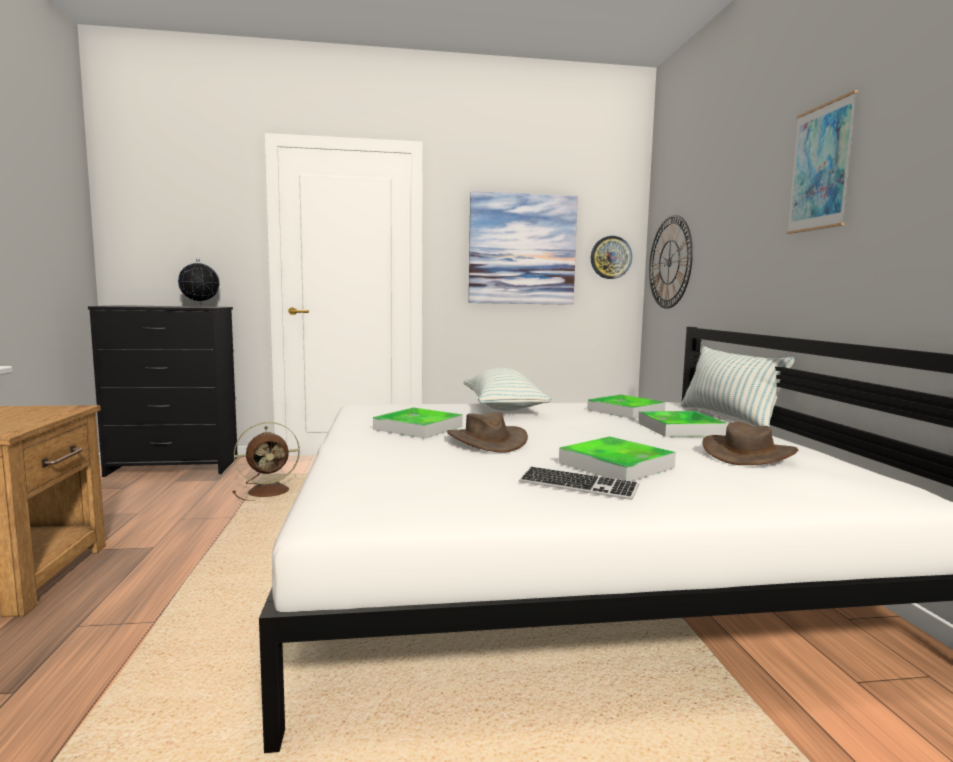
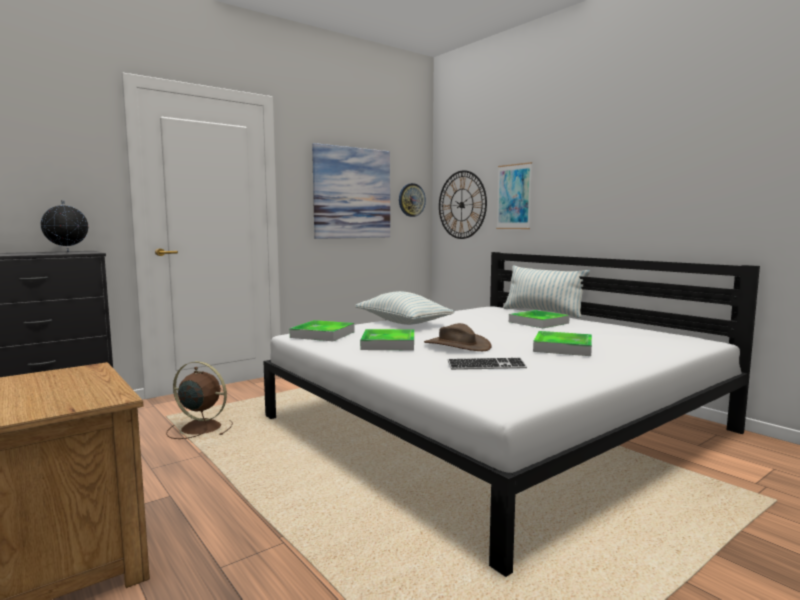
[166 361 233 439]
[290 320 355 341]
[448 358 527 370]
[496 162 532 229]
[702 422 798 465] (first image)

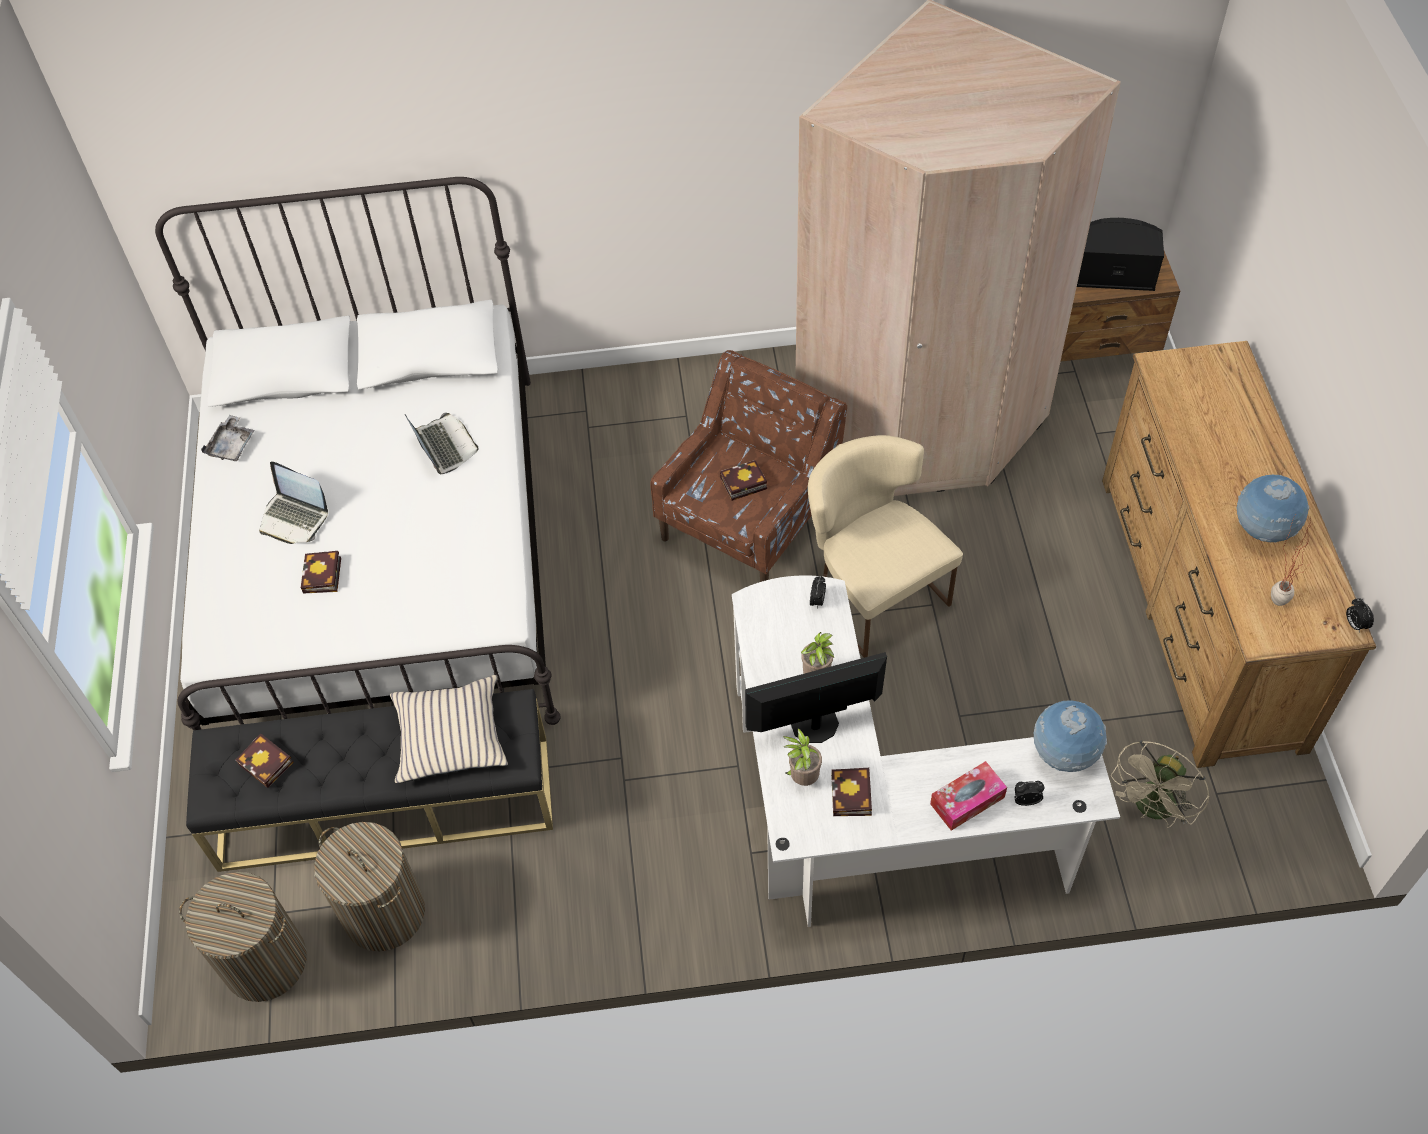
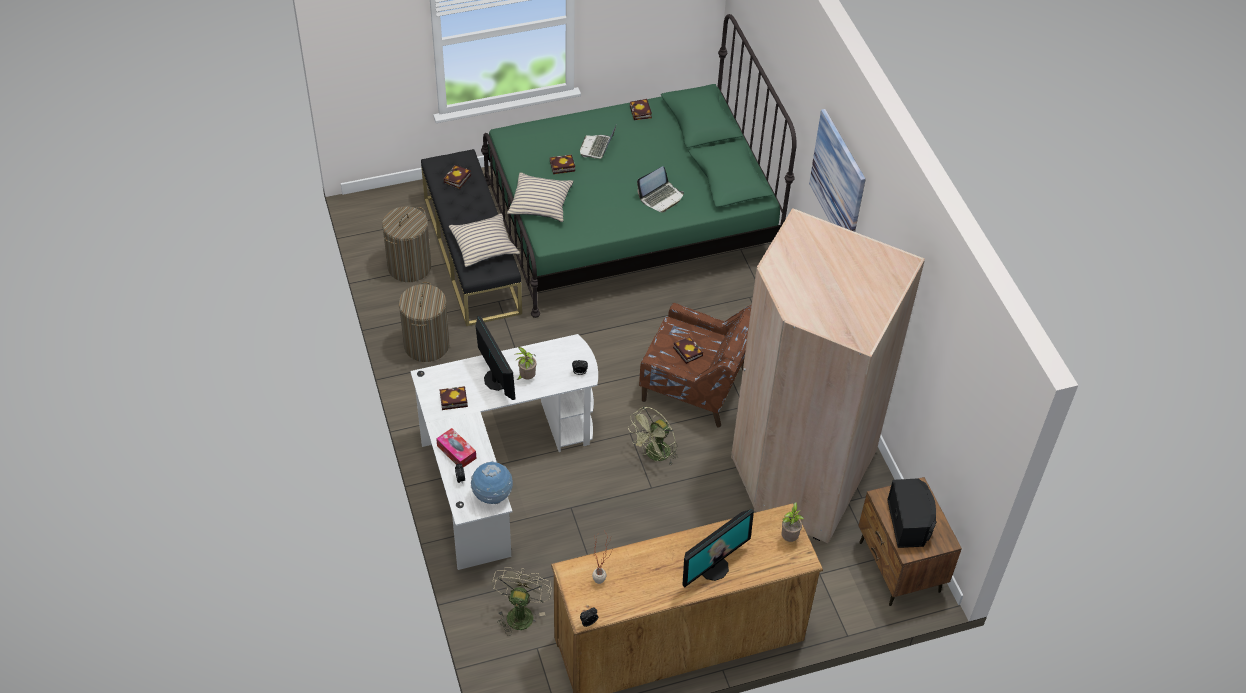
[399 282 449 362]
[481 14 797 318]
[492 567 552 636]
[507 172 573 222]
[628 406 678 464]
[630 99 652 120]
[682 509 754 588]
[781 502 804 542]
[809 109 866 232]
[1237 475 1309 543] (first image)

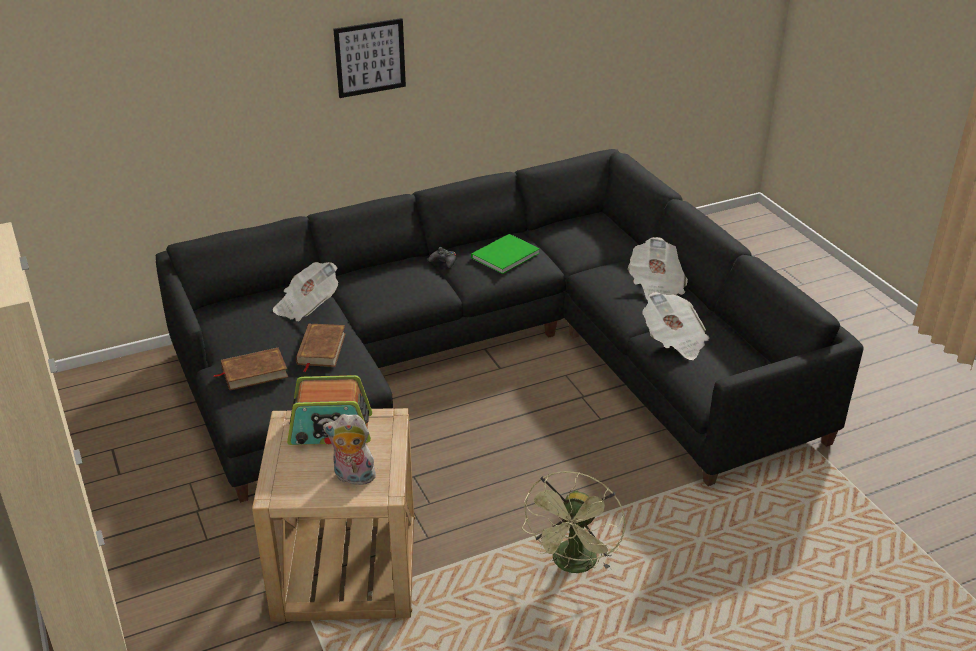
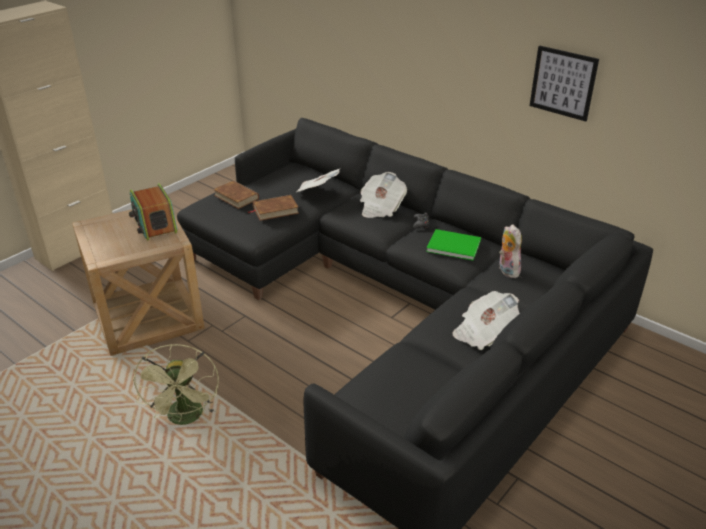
[133 344 219 425]
[360 172 407 218]
[499 224 522 278]
[530 45 599 121]

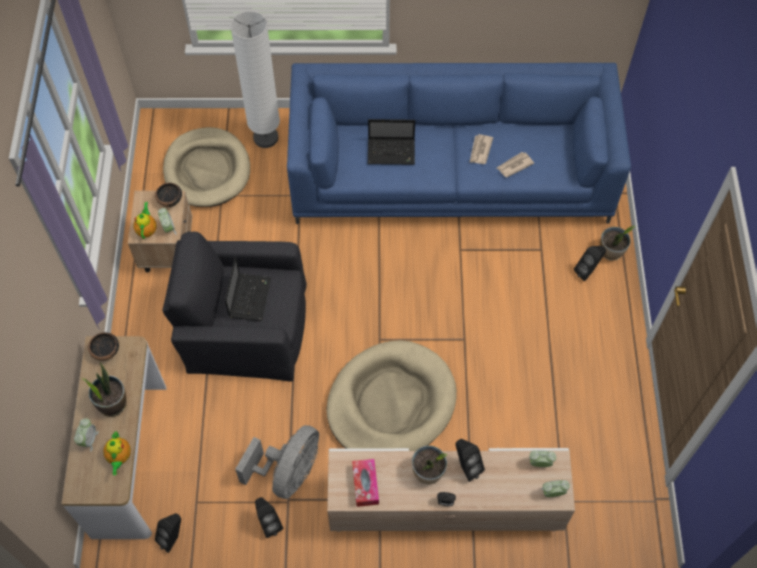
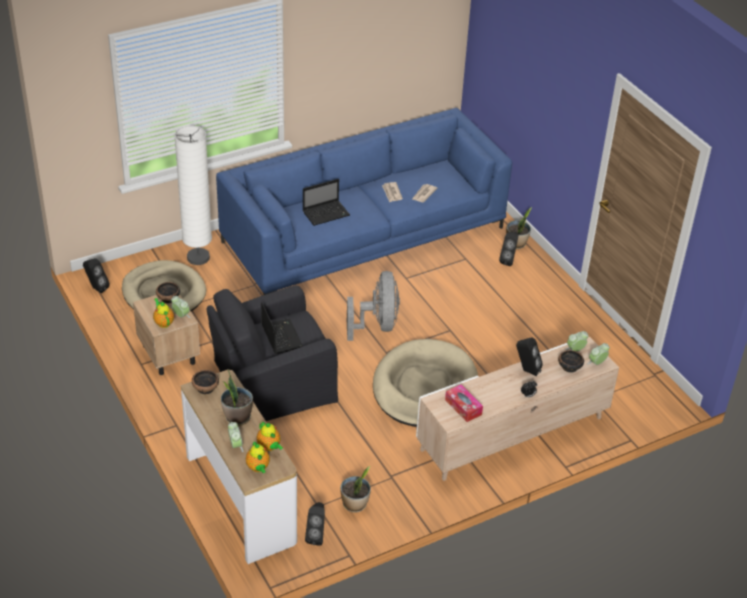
[83 258 110 293]
[246 441 270 473]
[340 466 371 513]
[347 271 400 341]
[558 350 584 373]

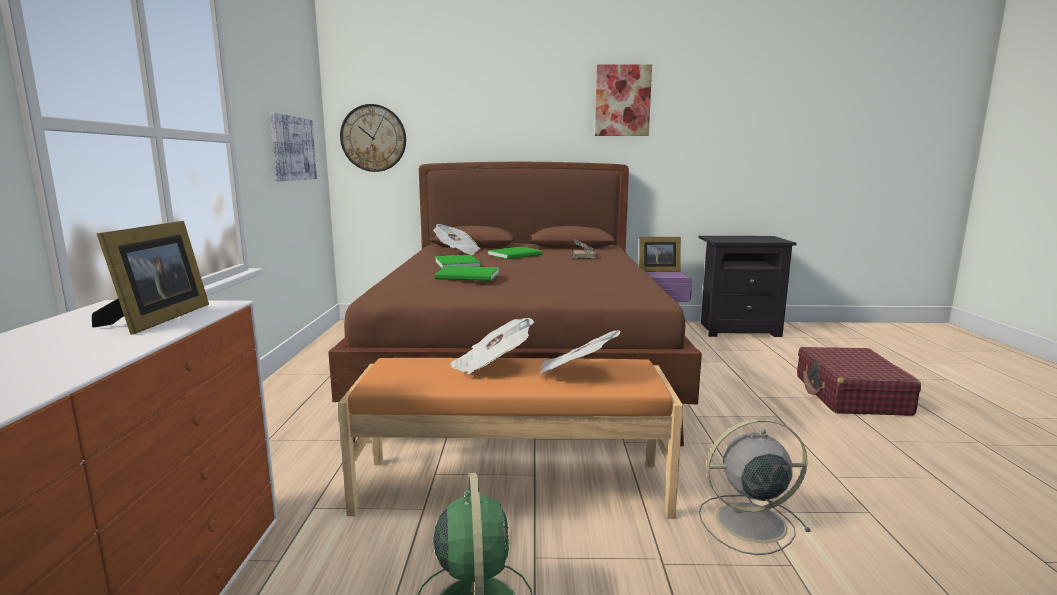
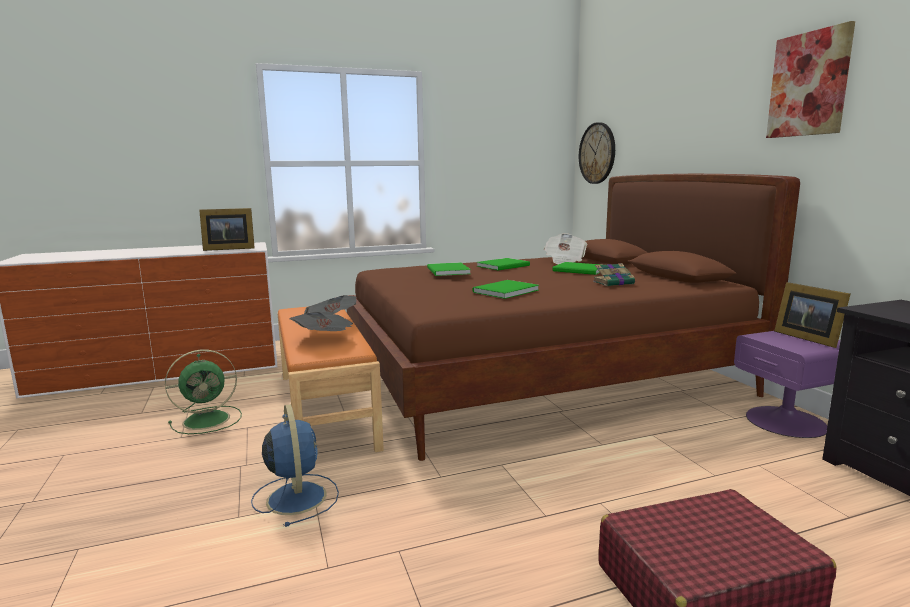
[251 404 339 527]
[472 280 539 299]
[270 113 317 181] (first image)

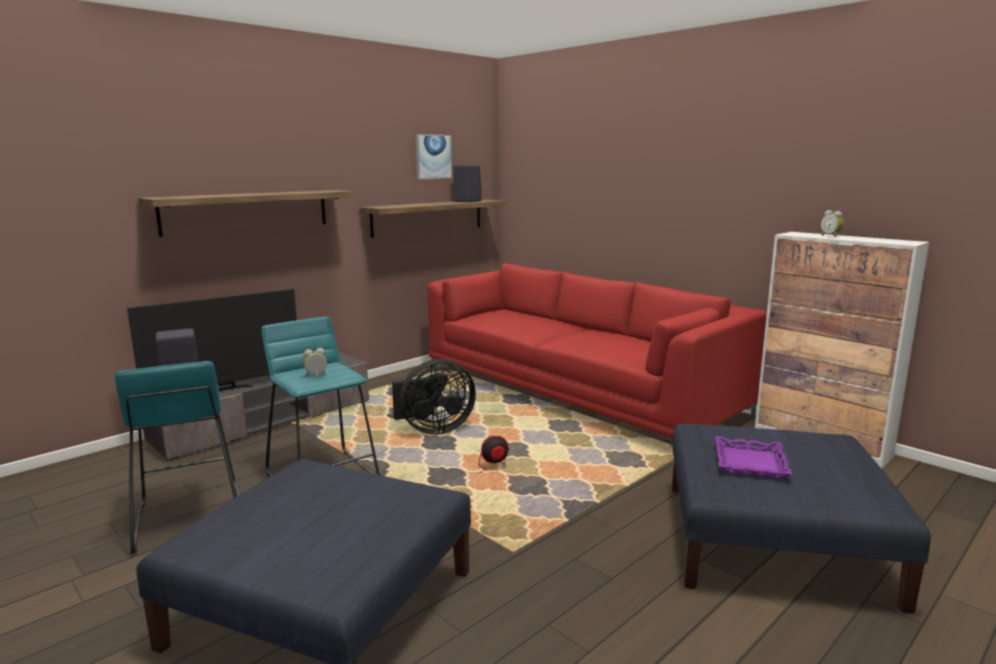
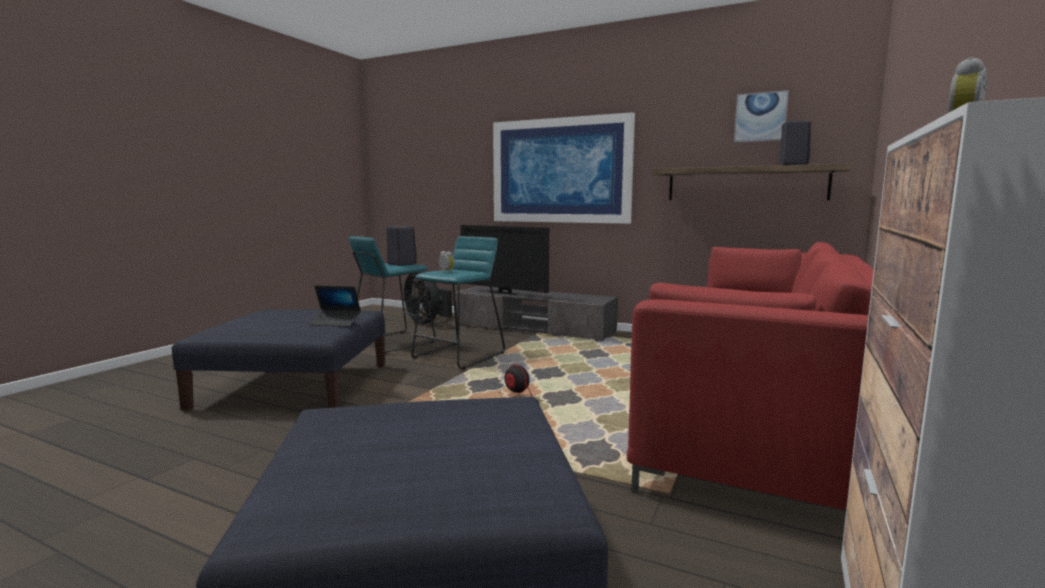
[308 286 361 327]
[404 271 452 324]
[493 112 635 224]
[715 436 792 478] (first image)

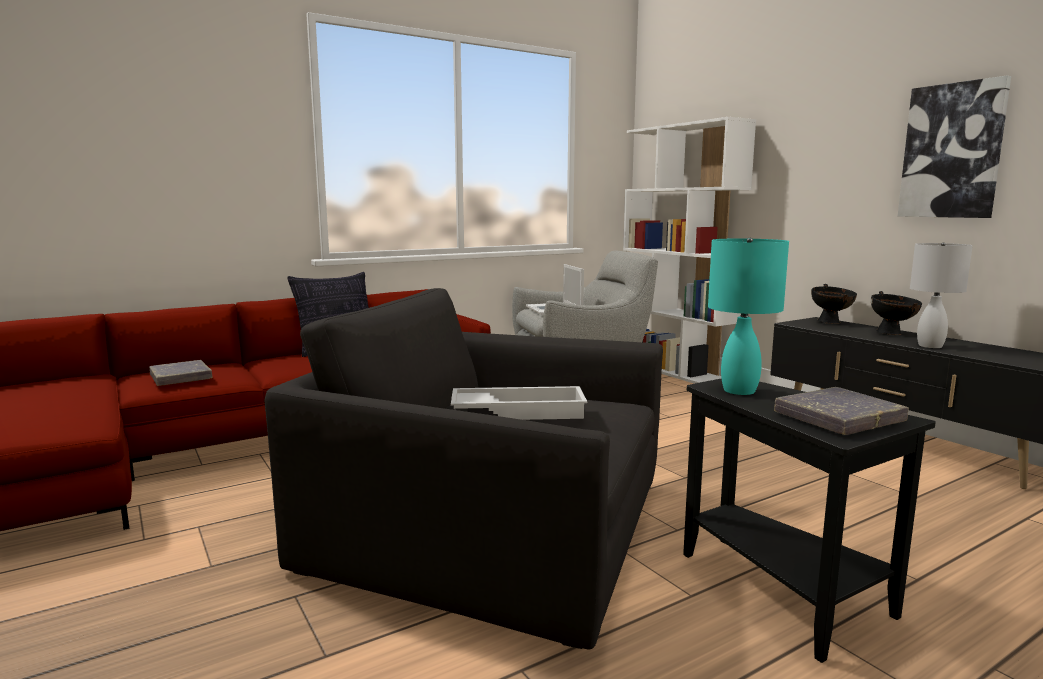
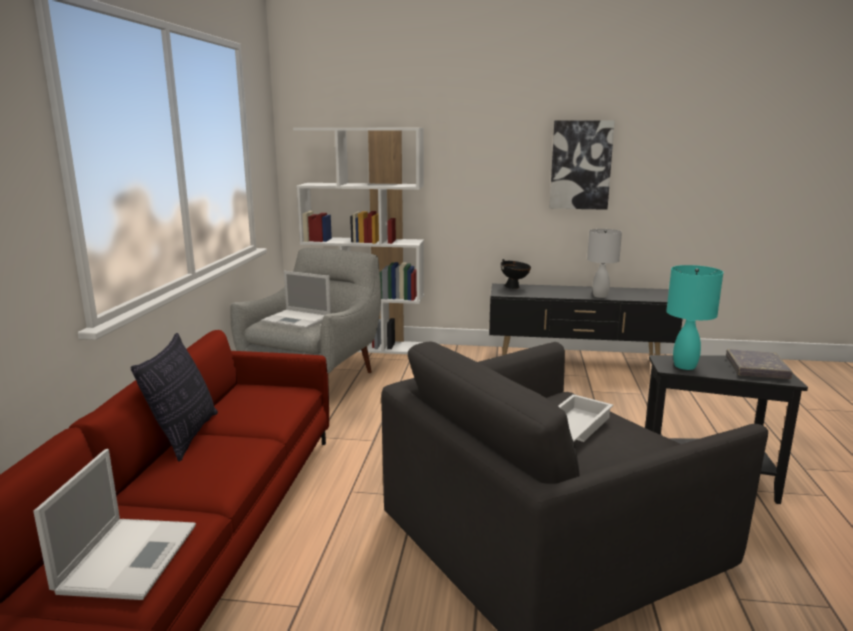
[33 449 196 600]
[871 291 922 335] (first image)

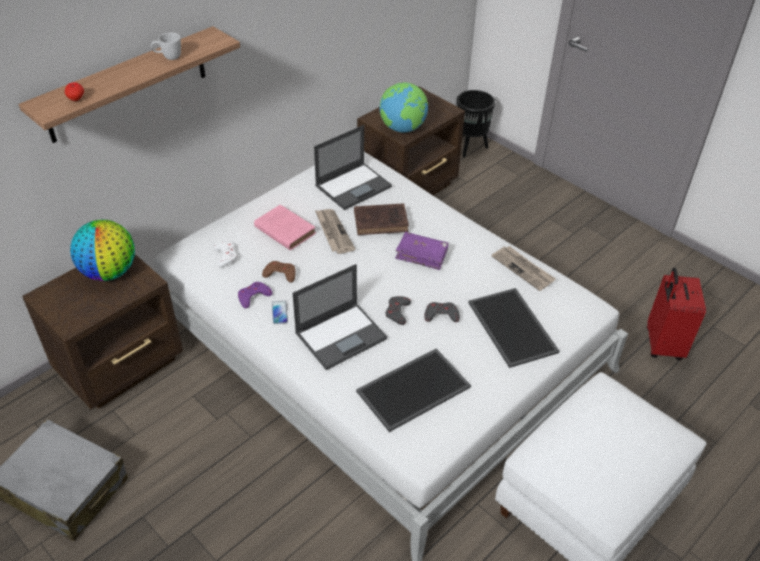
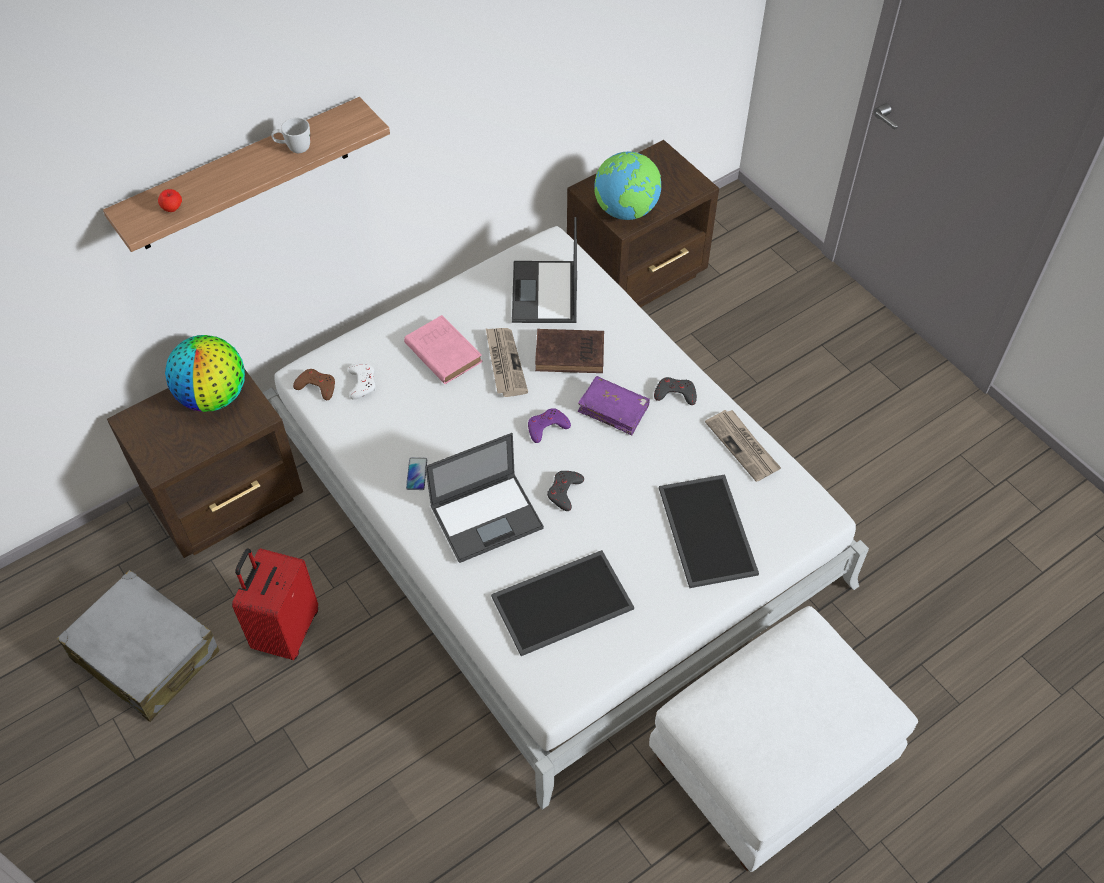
[232 548 318 660]
[293 369 335 400]
[512 217 577 323]
[528 408 571 443]
[654 377 697 405]
[456 90 495 157] (first image)

